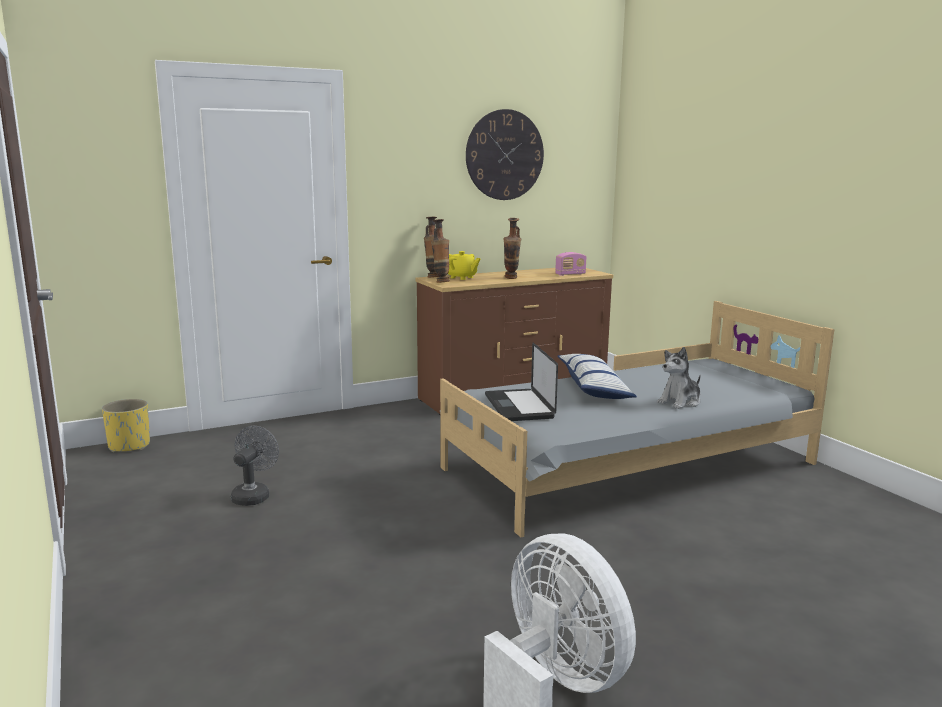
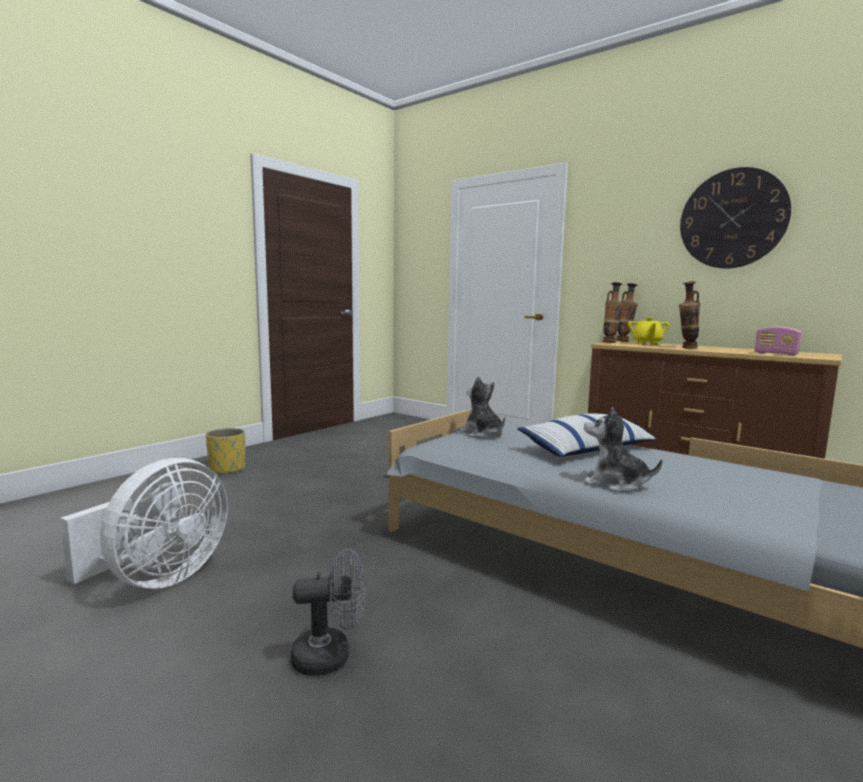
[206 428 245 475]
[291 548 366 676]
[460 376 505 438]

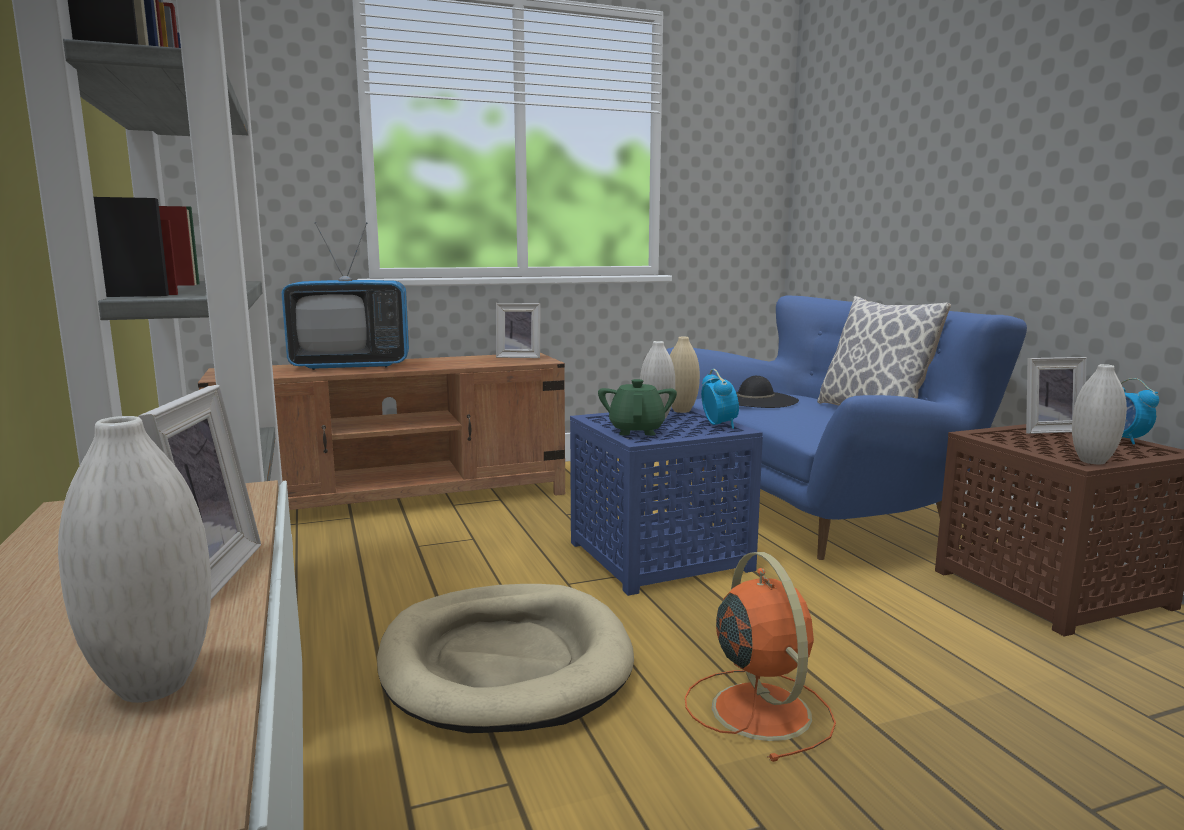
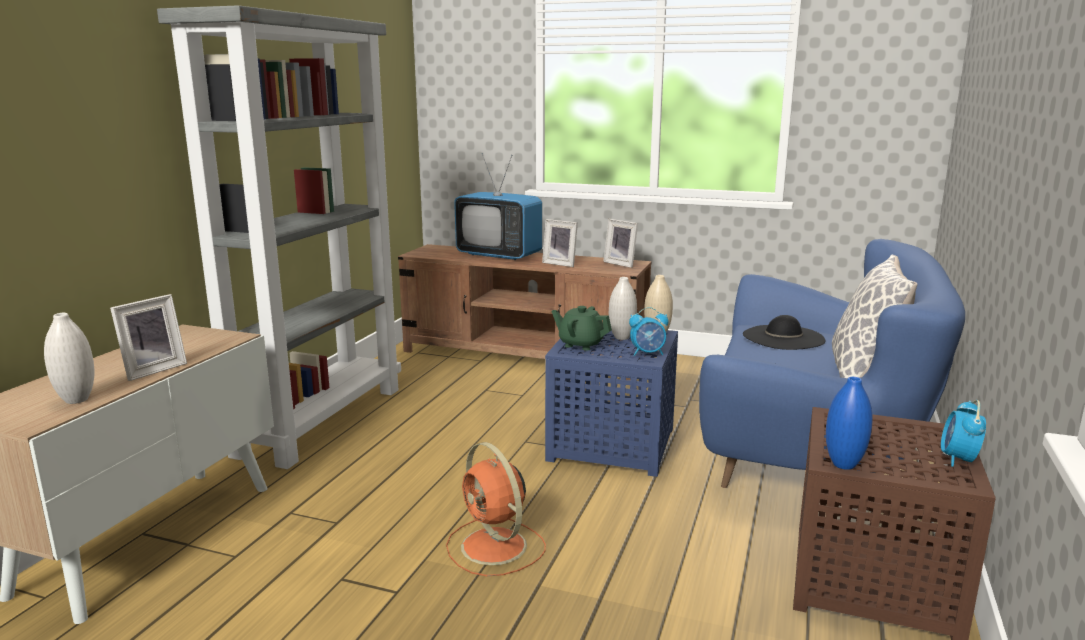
[446 442 546 576]
[542 219 578 267]
[552 306 612 350]
[629 307 669 356]
[826 377 873 470]
[377 584 634 733] (first image)

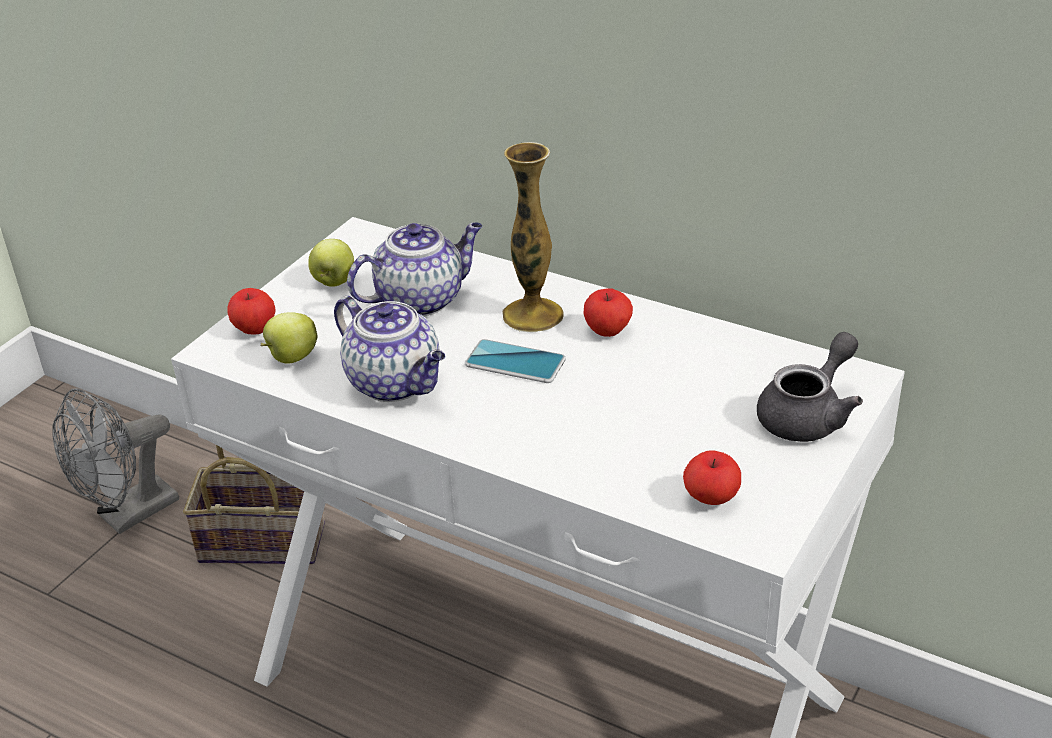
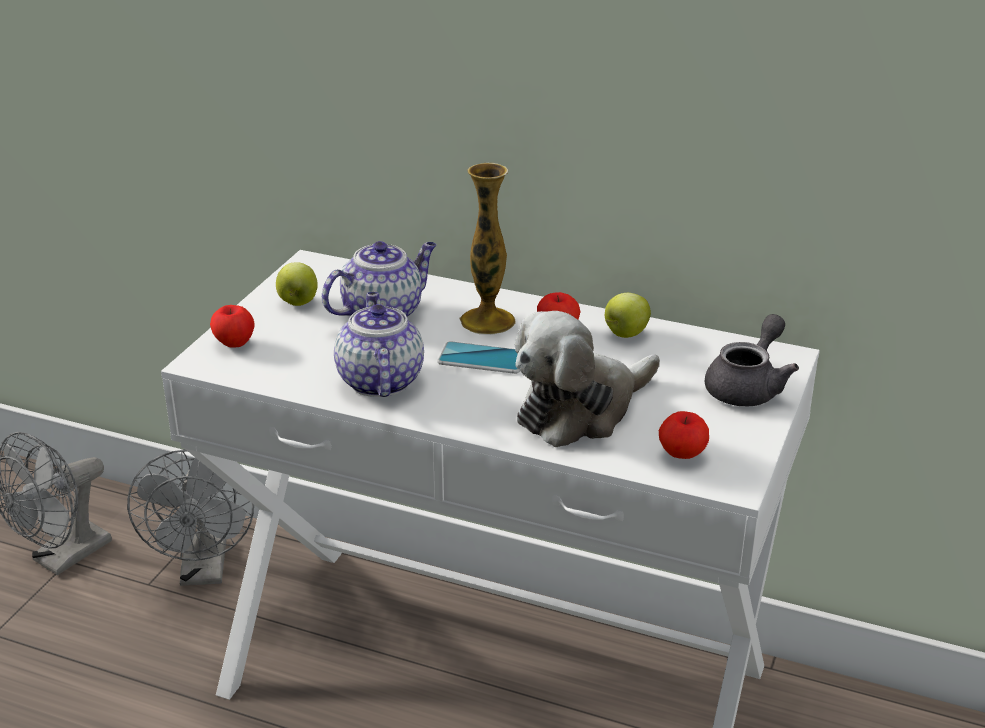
[127 449 254 586]
[334 292 424 397]
[515 311 660 447]
[605 293 651 338]

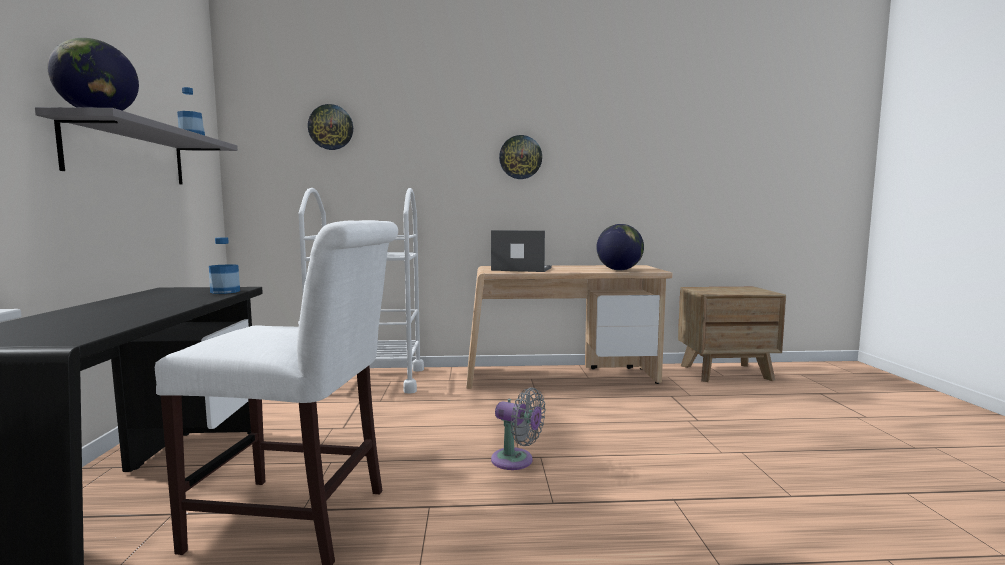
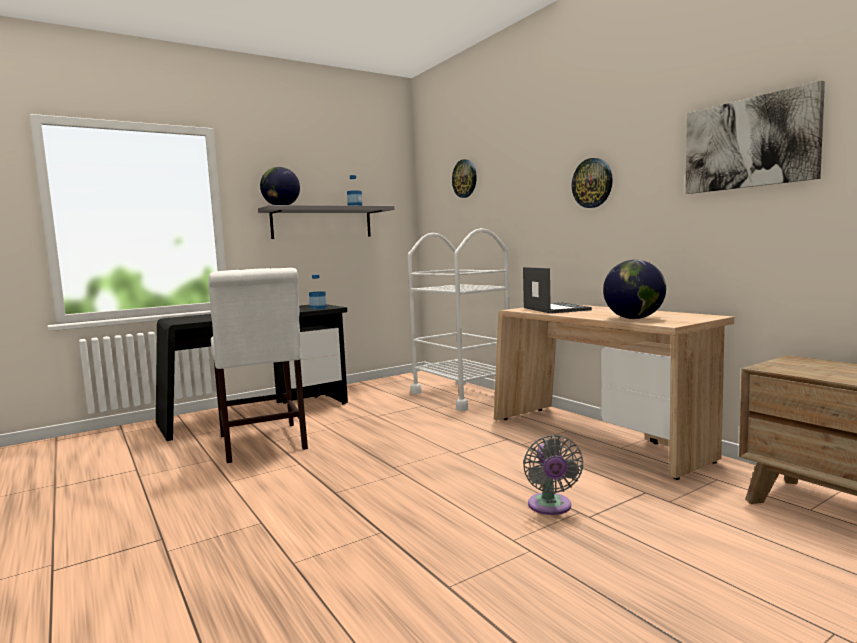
[523 435 583 515]
[685 81 825 194]

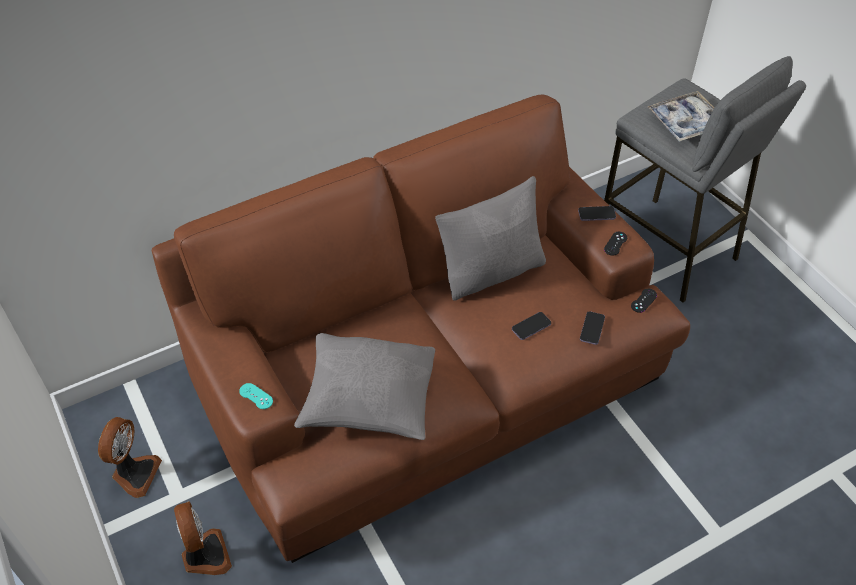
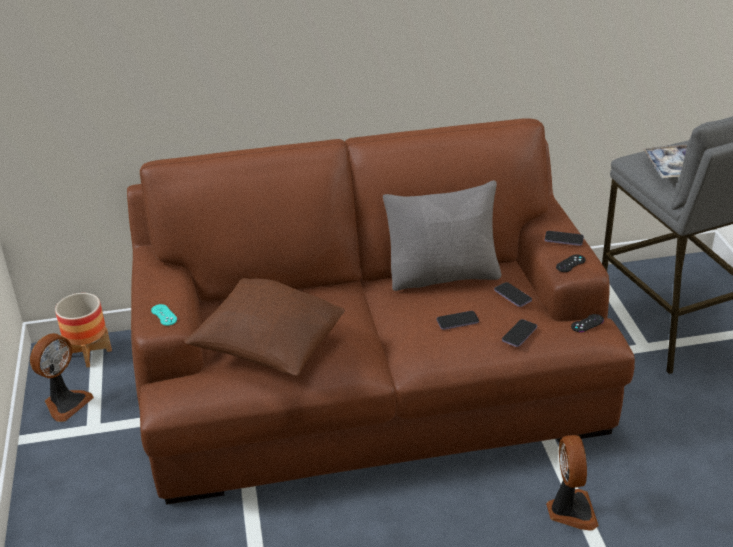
[55 293 112 368]
[184 278 345 376]
[494 282 532 307]
[546 435 599 530]

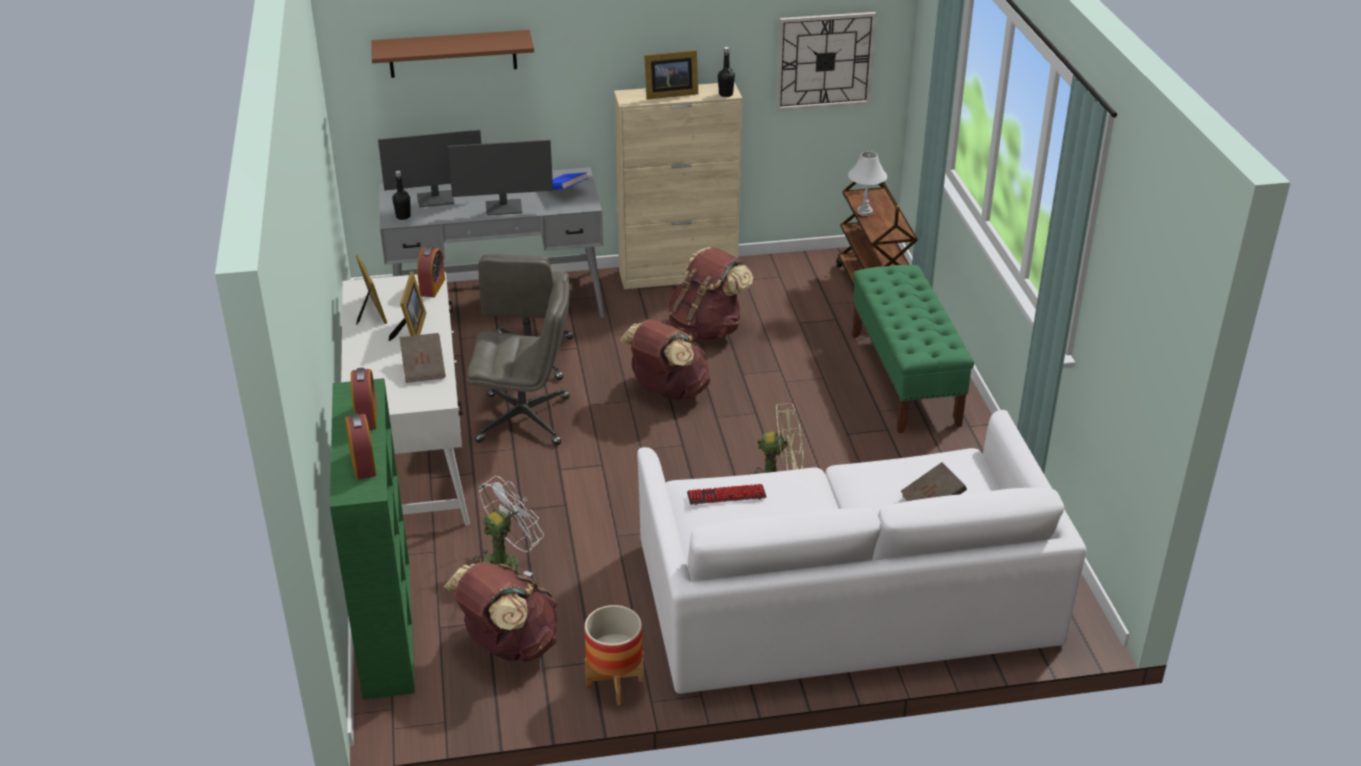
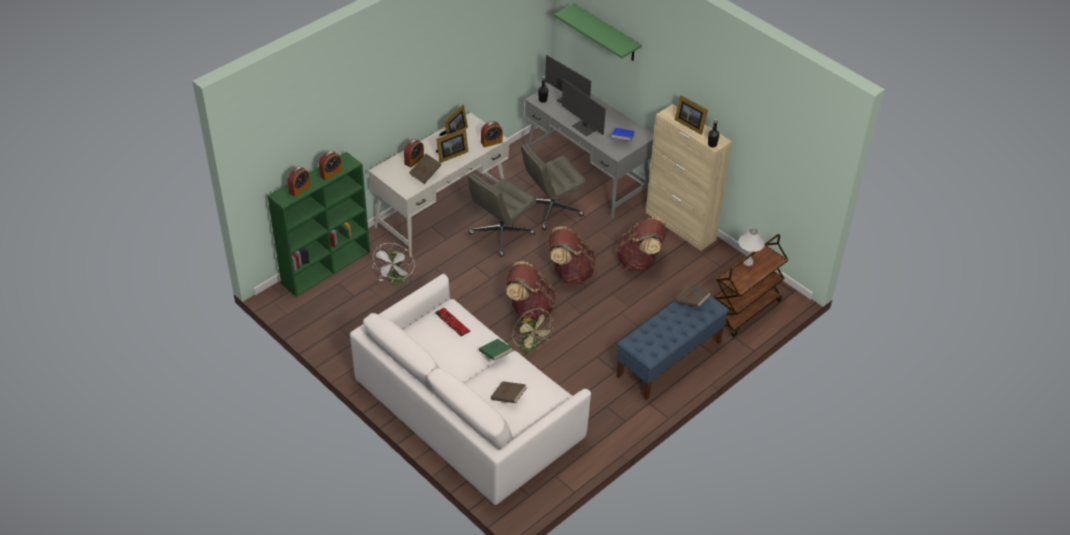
[372 243 415 285]
[404 139 424 168]
[468 173 537 257]
[479 339 513 361]
[506 261 556 322]
[554 3 642 61]
[616 286 729 400]
[676 287 711 307]
[584 605 644 705] (first image)
[776 12 877 111] (first image)

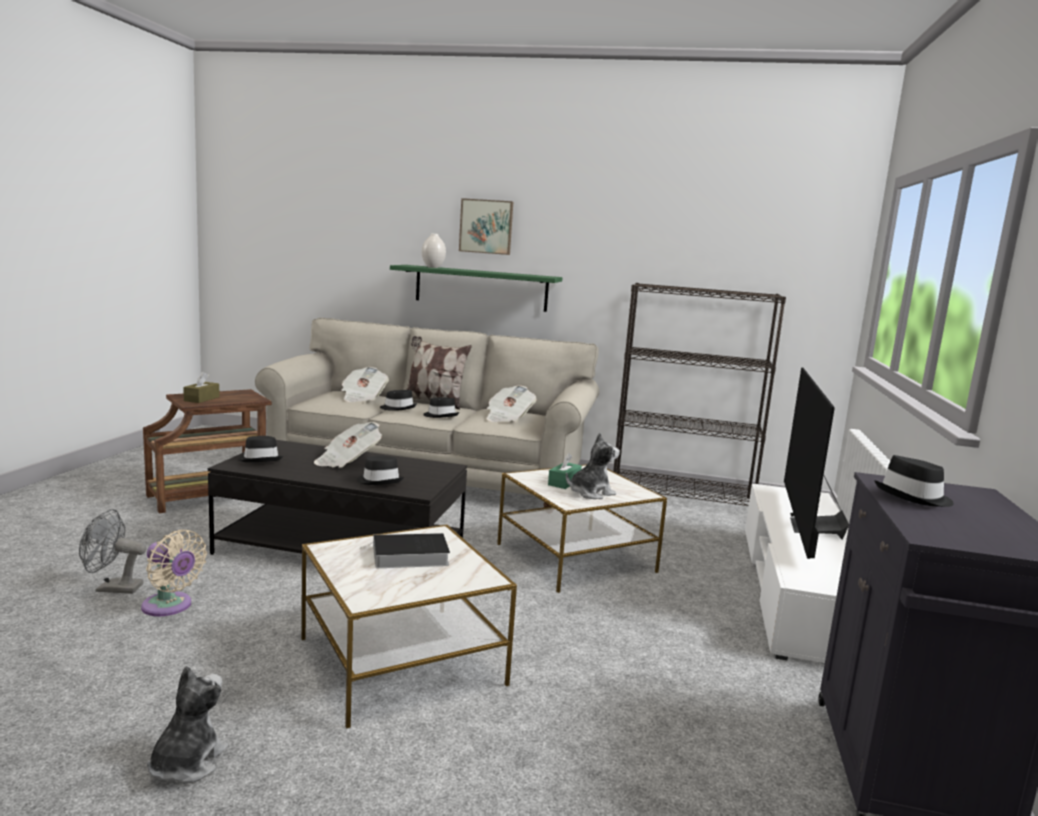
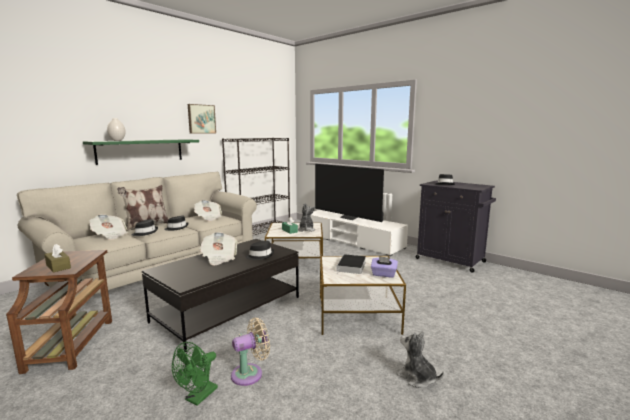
[172 342 218 406]
[188 104 216 134]
[371 256 398 278]
[238 436 283 462] (first image)

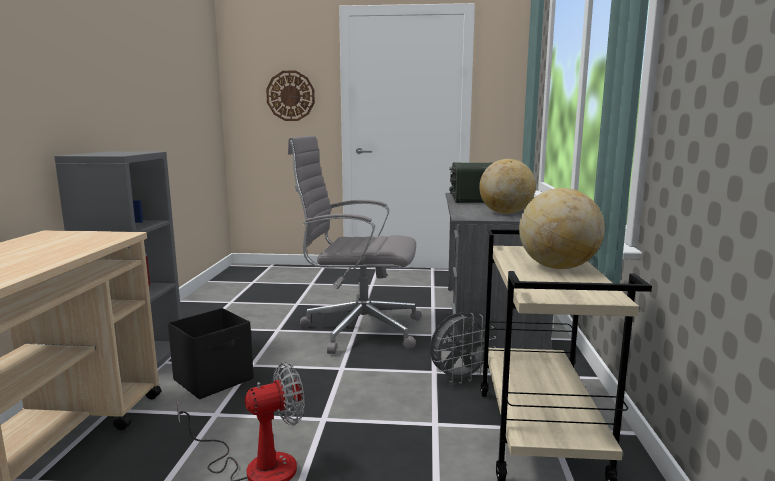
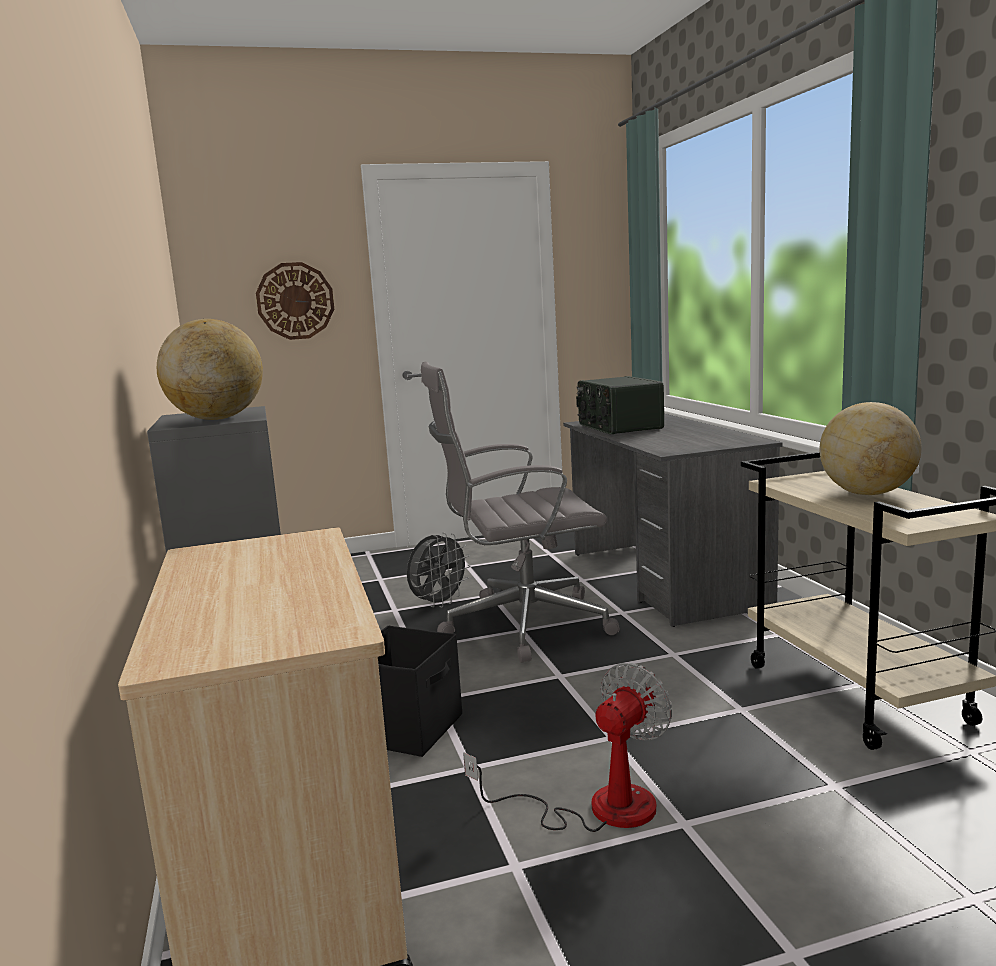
[157 319 263 420]
[407 532 470 608]

